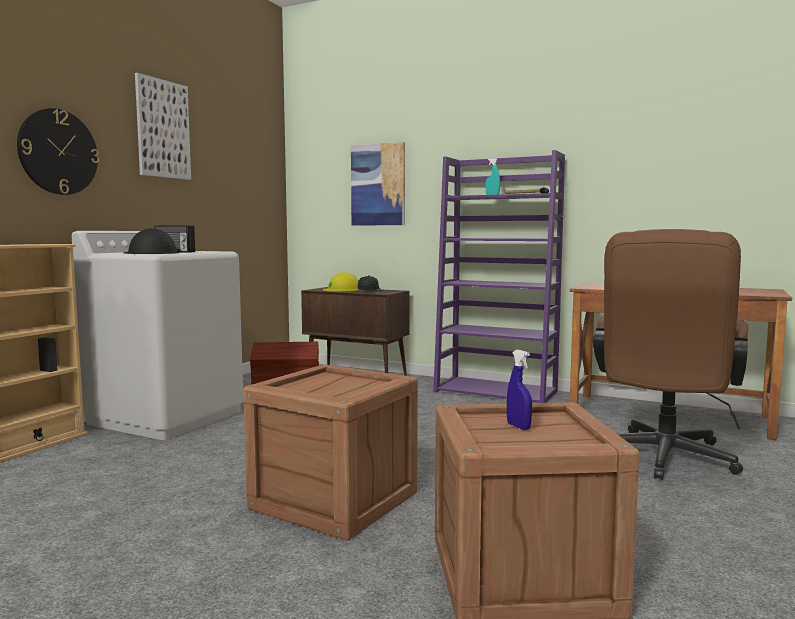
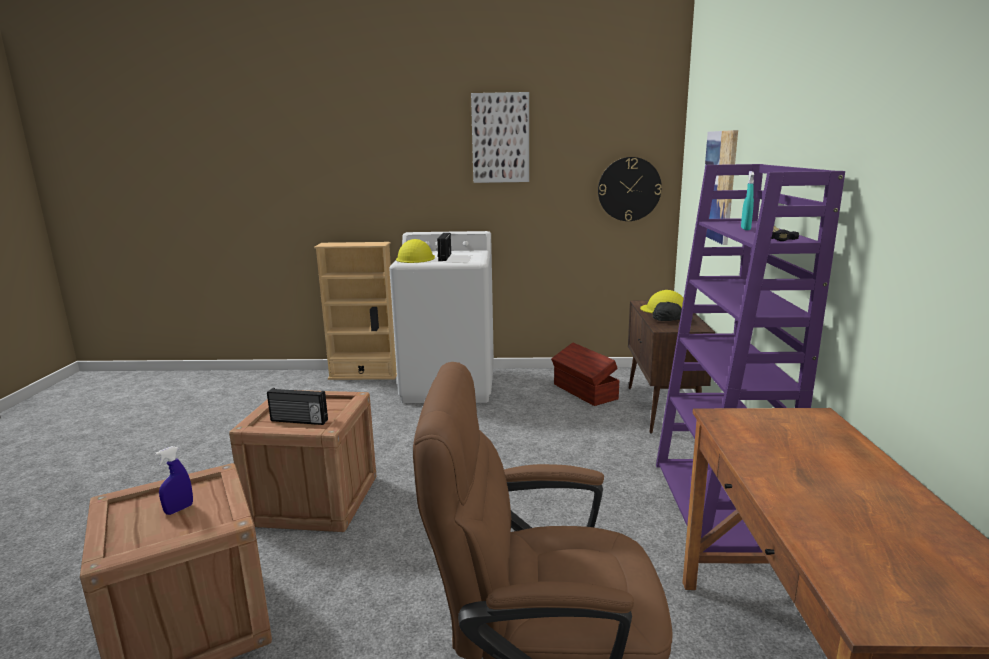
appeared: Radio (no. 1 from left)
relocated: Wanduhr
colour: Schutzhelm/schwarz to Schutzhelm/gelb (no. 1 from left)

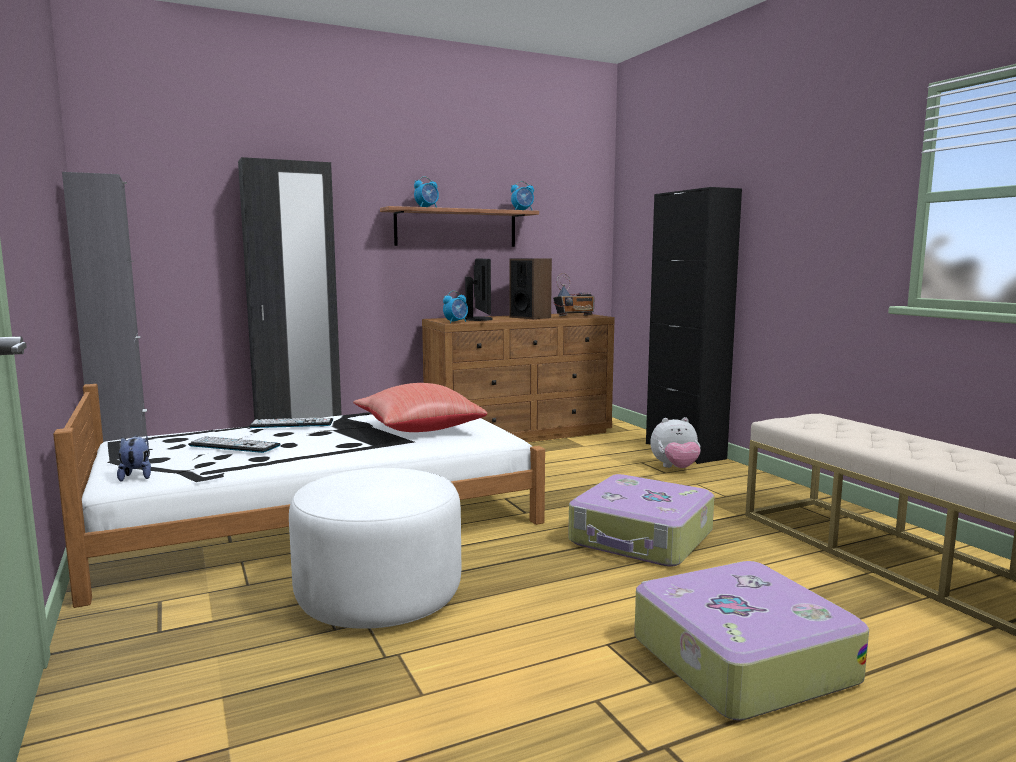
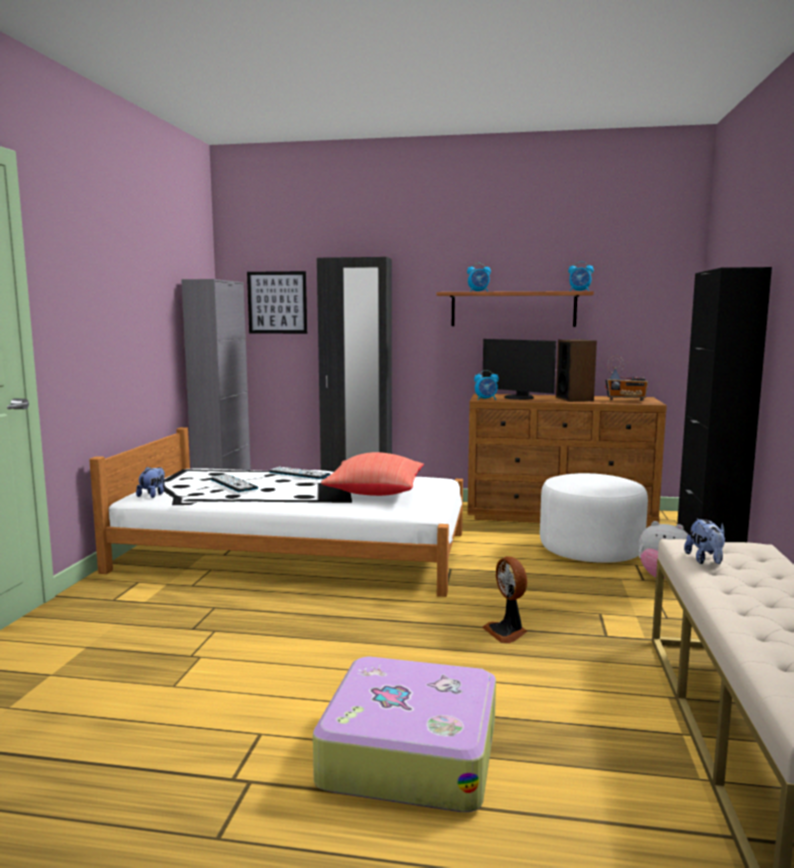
appeared: Bild; Plüschtier (no. 3 from left)
relocated: Polsterhocker/weiß
exchanged: Koffer (no. 1 from left) to Ventilator
spun: Monitor 105 degrees clockwise

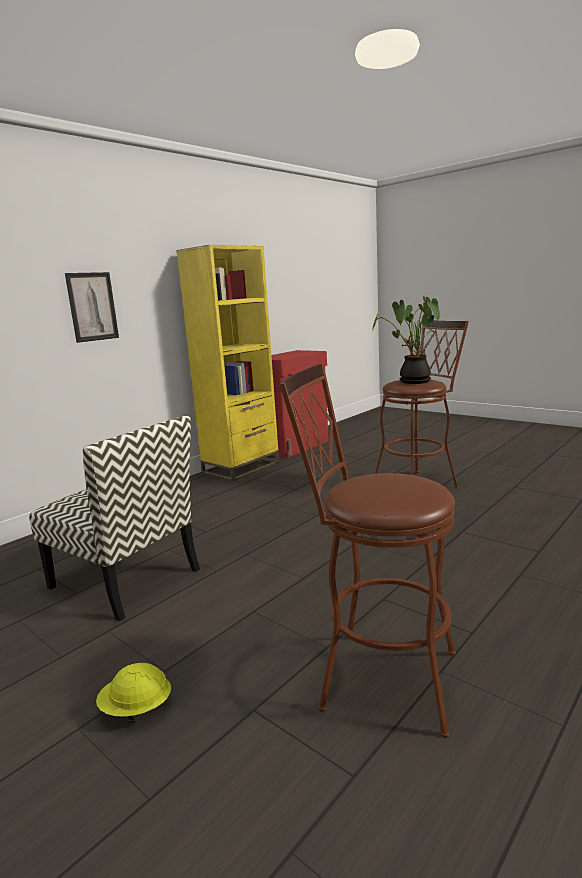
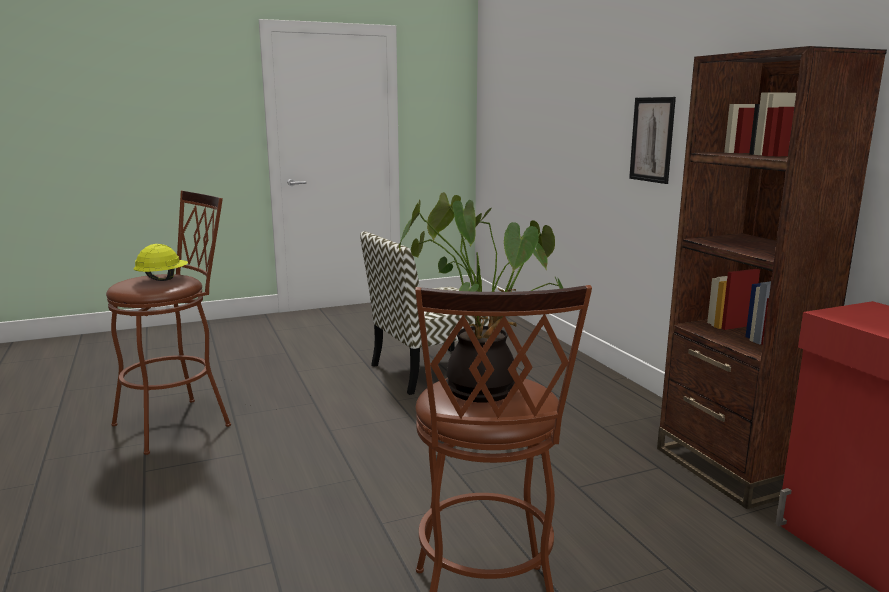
relocated: Schutzhelm/gelb
colour: Bücherregal/gelb to Bücherregal/braun

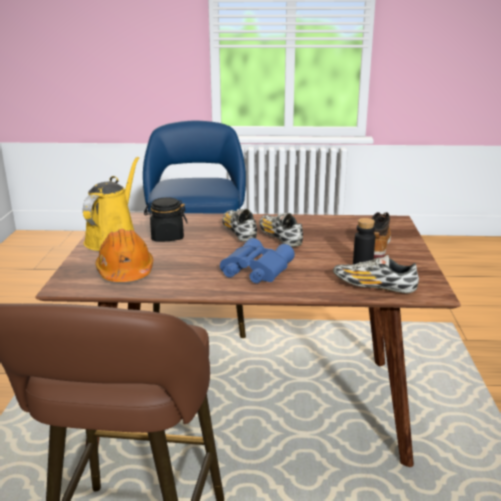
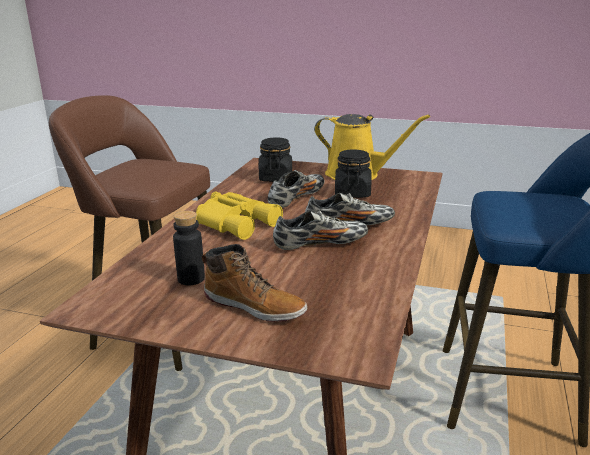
relocated: Schuh (no. 3 from left in the first image) to Schuh (no. 1 from left)
exchanged: Schutzhelm/orange to Vorratsglas/schwarz (no. 1 from left)
colour: Fernglas/blau to Fernglas/gelb

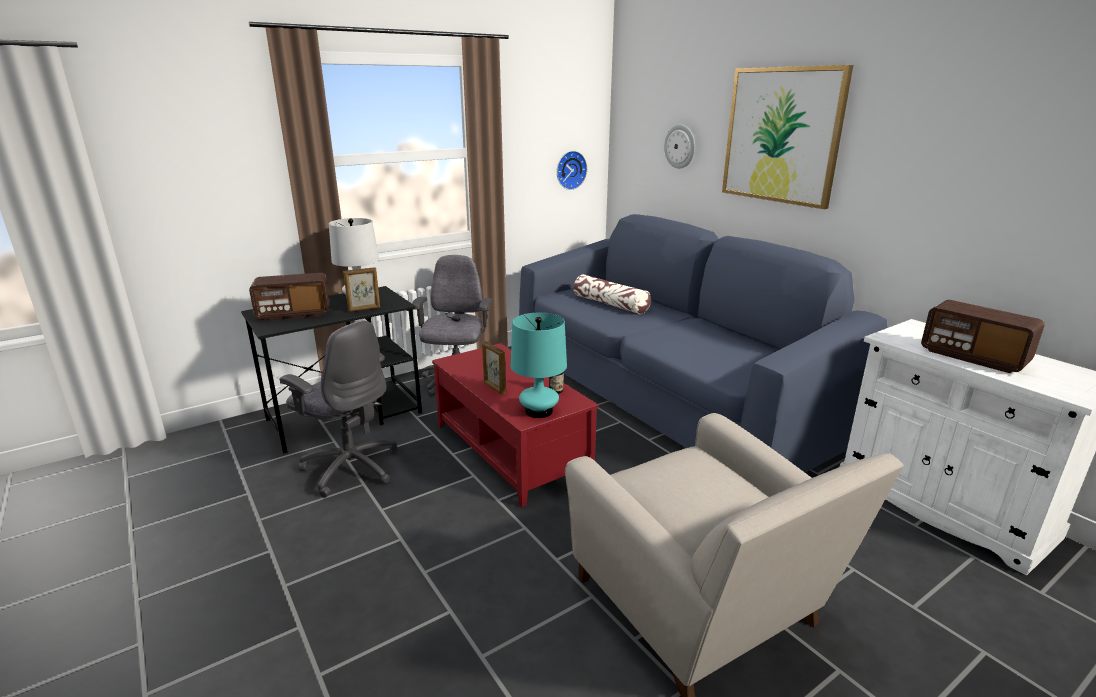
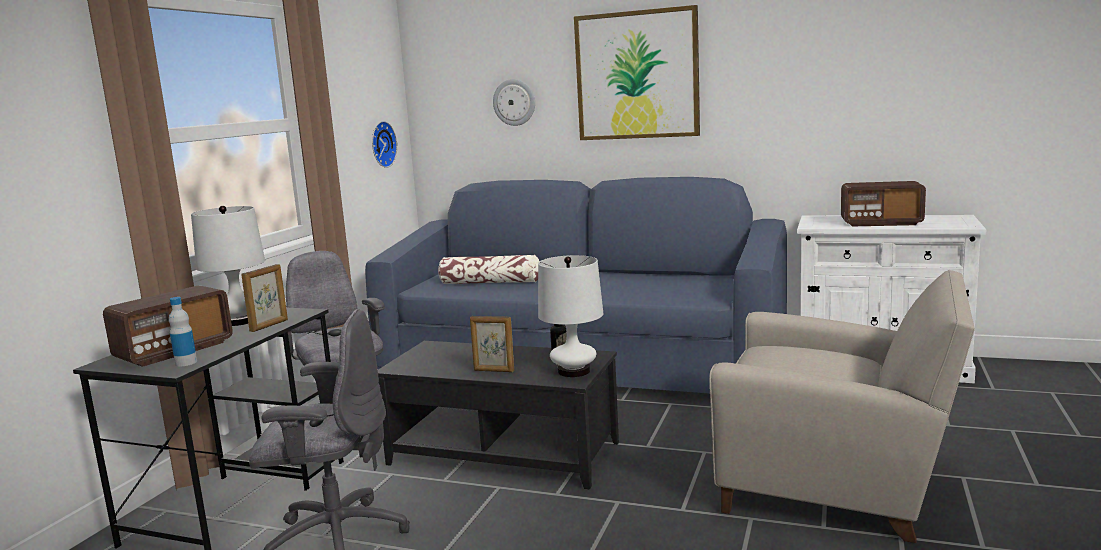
appeared: Flasche (no. 1 from left)
colour: Tischlampe/türkis to Tischlampe/weiß (no. 2 from left); Couchtisch/rot to Couchtisch/schwarz

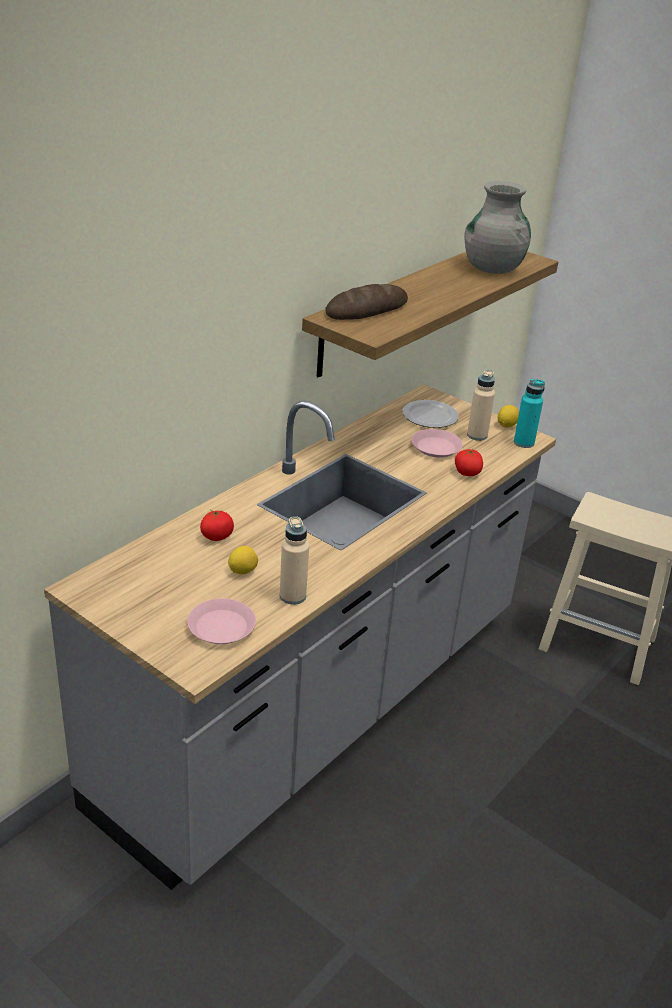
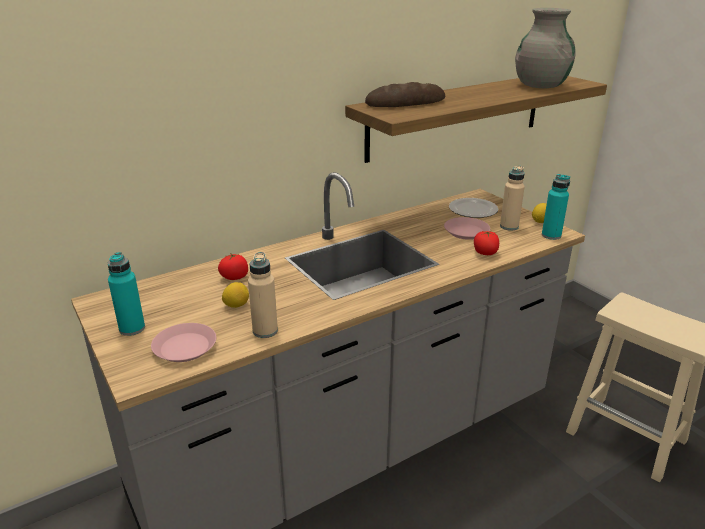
appeared: Flasche/türkis (no. 1 from left)

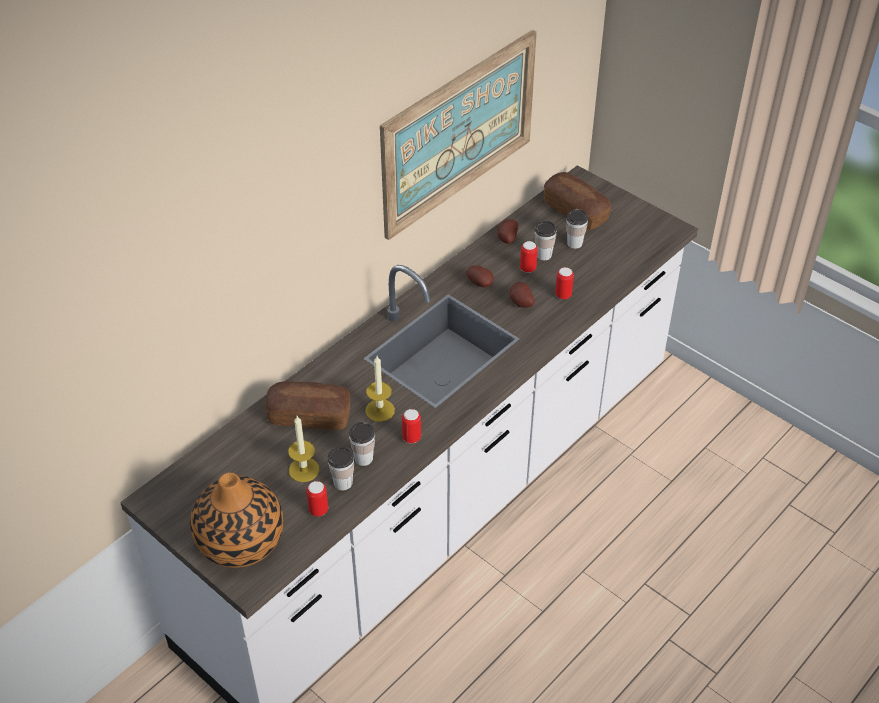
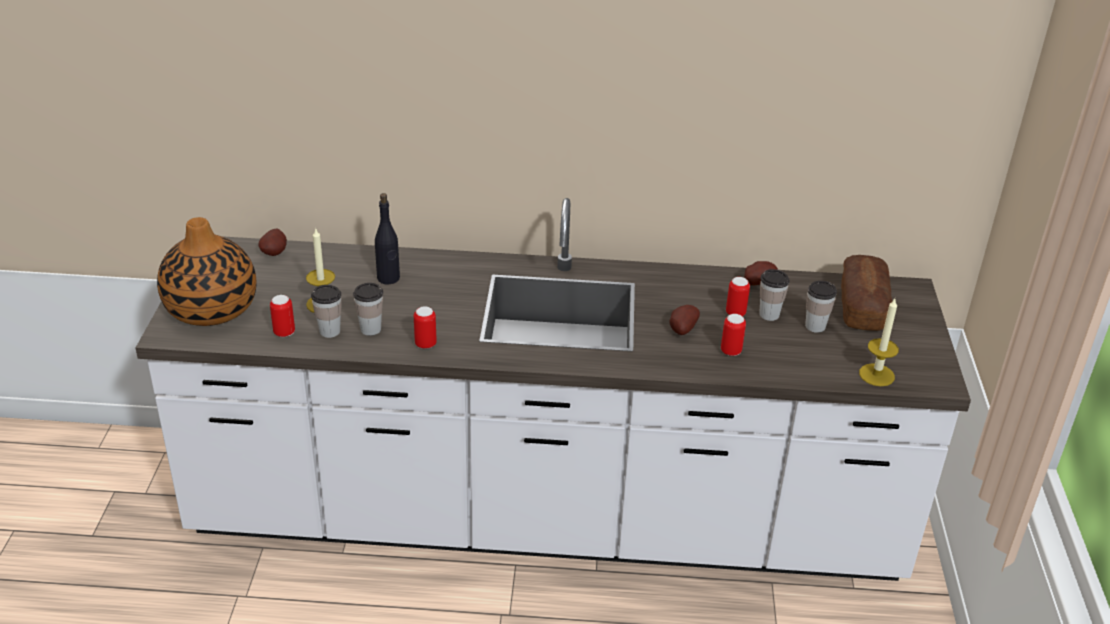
missing: Bild
relocated: Kartoffel (no. 1 from left); Kerze (no. 2 from left)
exchanged: Brot (no. 1 from left) to Flasche/schwarz

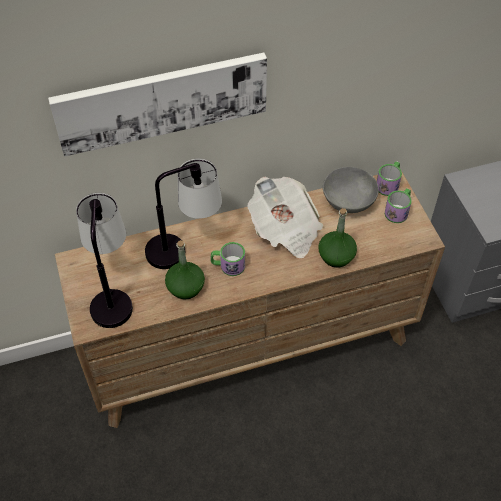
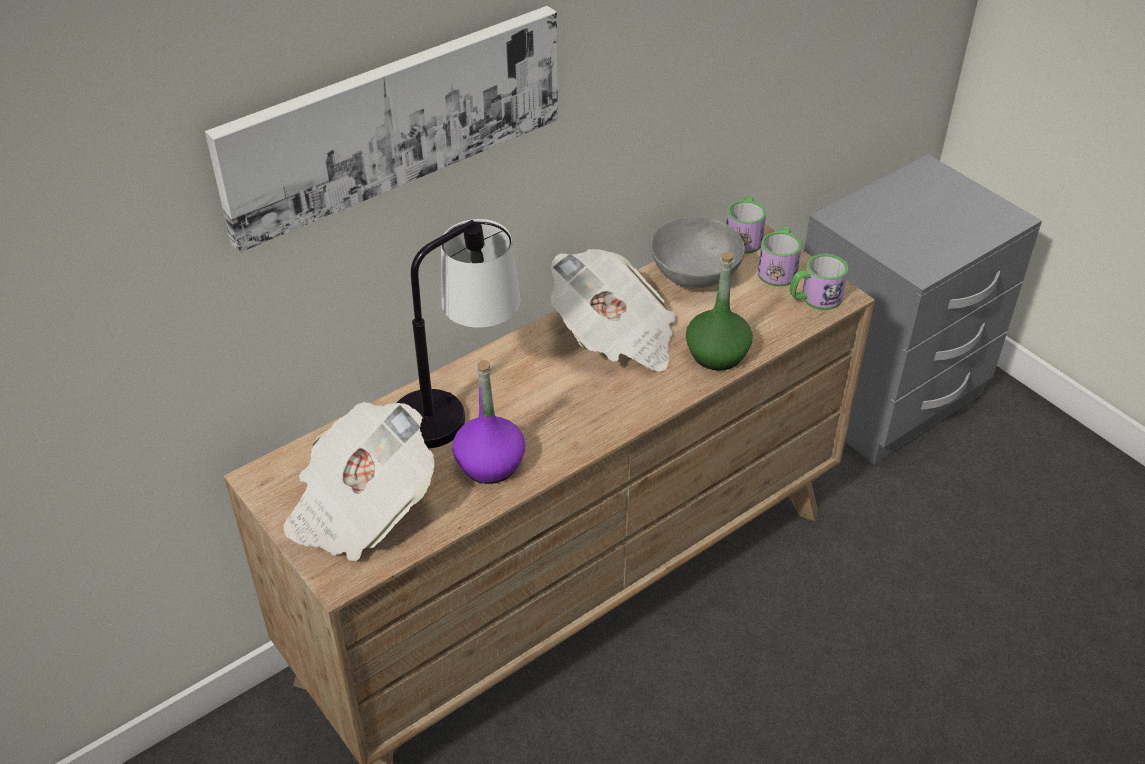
relocated: Henkelbecher (no. 1 from left in the first image) to Henkelbecher (no. 3 from left)
exchanged: Tischlampe (no. 1 from left) to Zeitung (no. 1 from left)
colour: Flasche/grün (no. 1 from left) to Flasche/lila

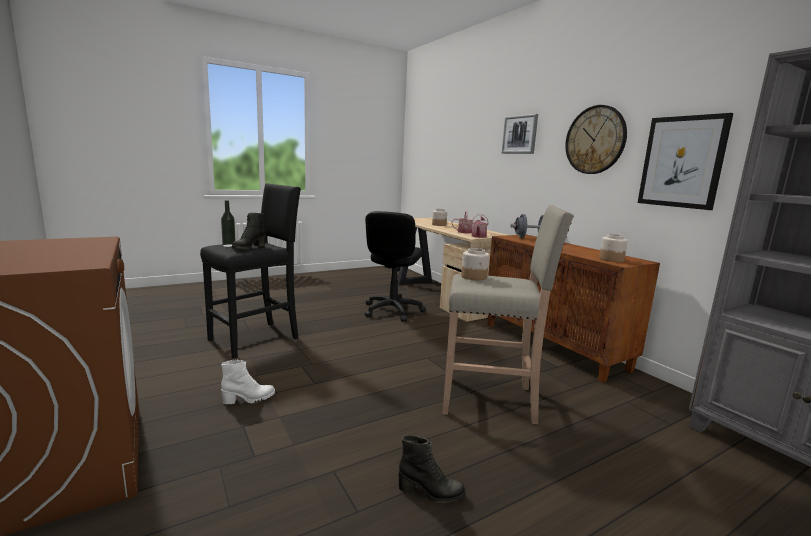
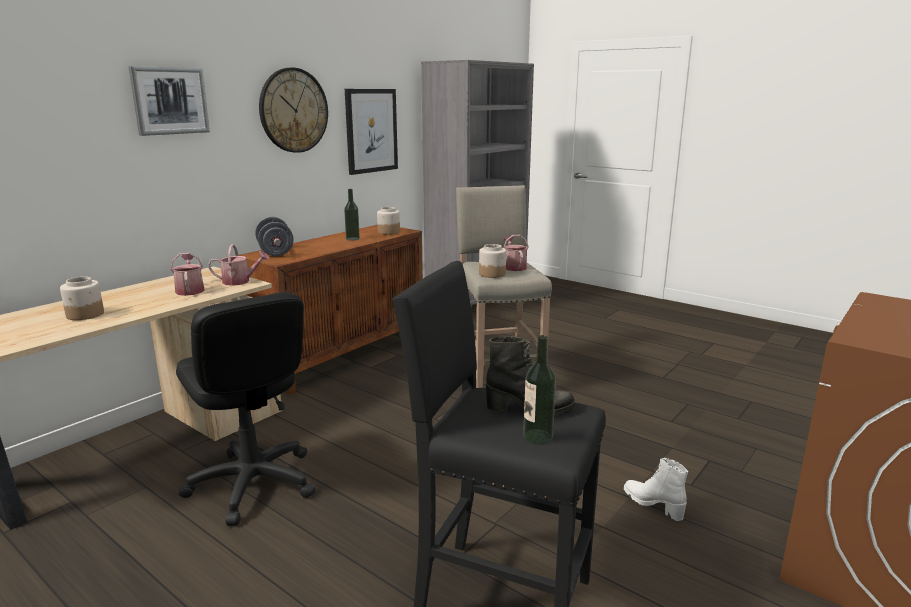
missing: Stiefel/schwarz (no. 2 from left)
appeared: Flasche (no. 1 from left); Gießkanne (no. 3 from left)
spun: Bürostuhl/schwarz 60 degrees clockwise

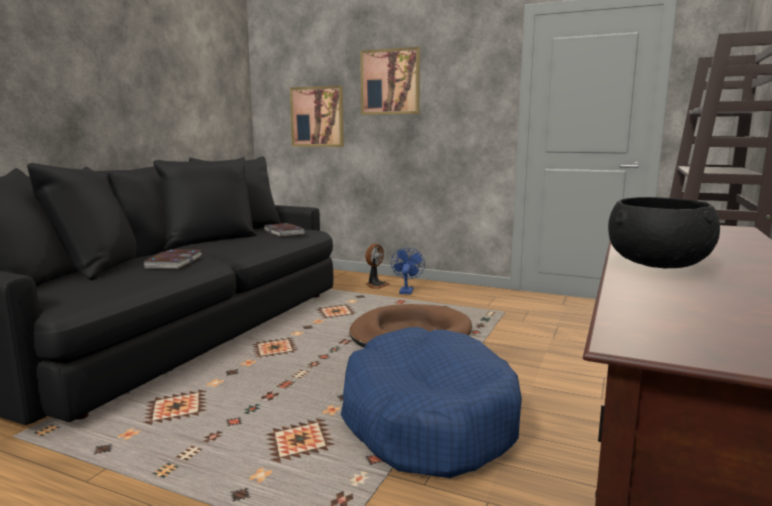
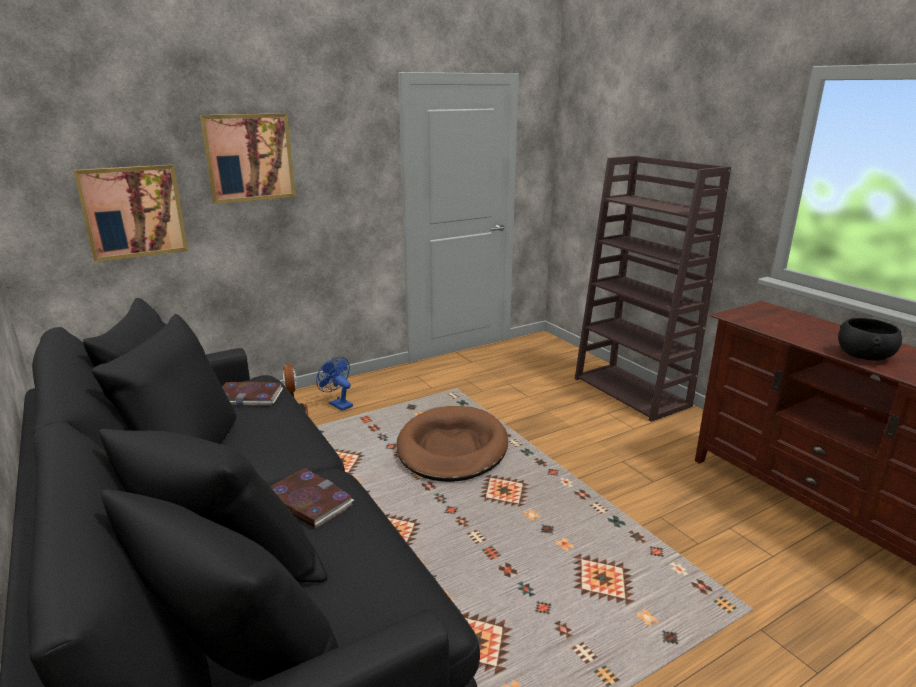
missing: Hundebett/blau

